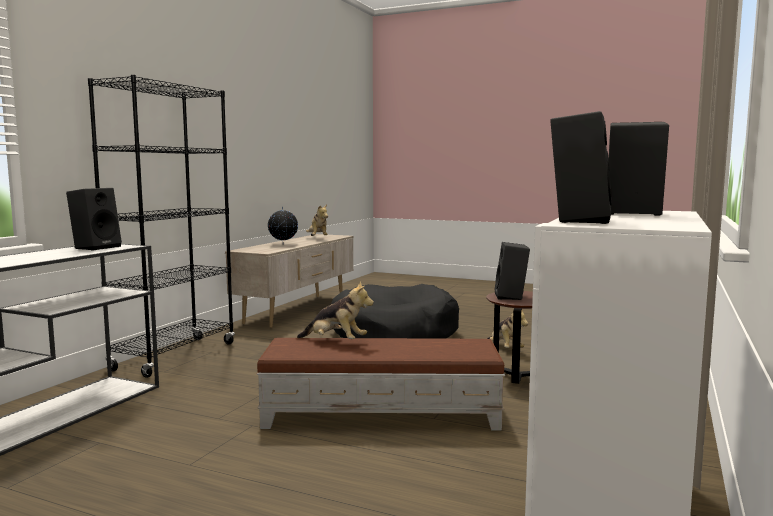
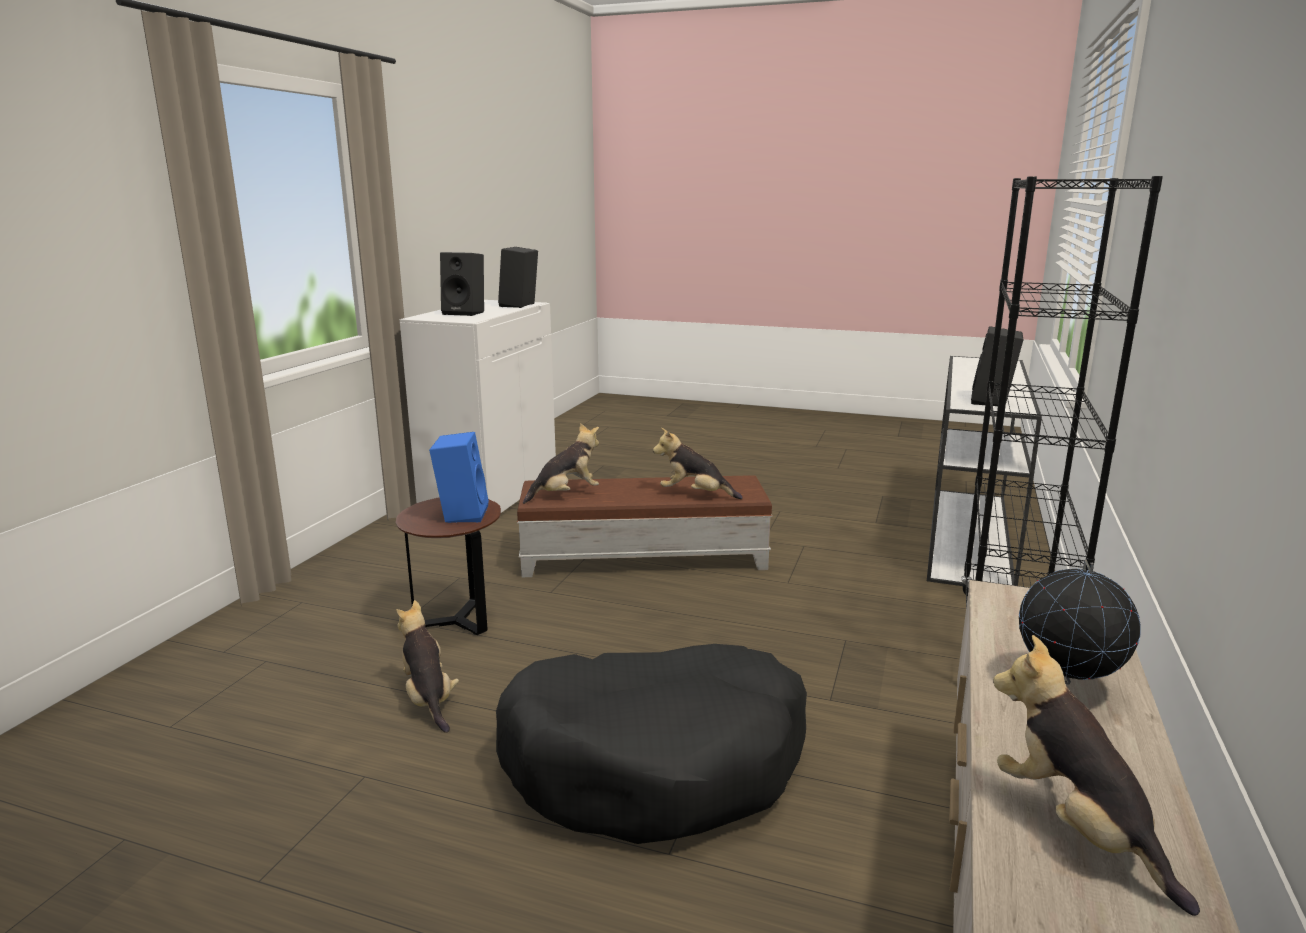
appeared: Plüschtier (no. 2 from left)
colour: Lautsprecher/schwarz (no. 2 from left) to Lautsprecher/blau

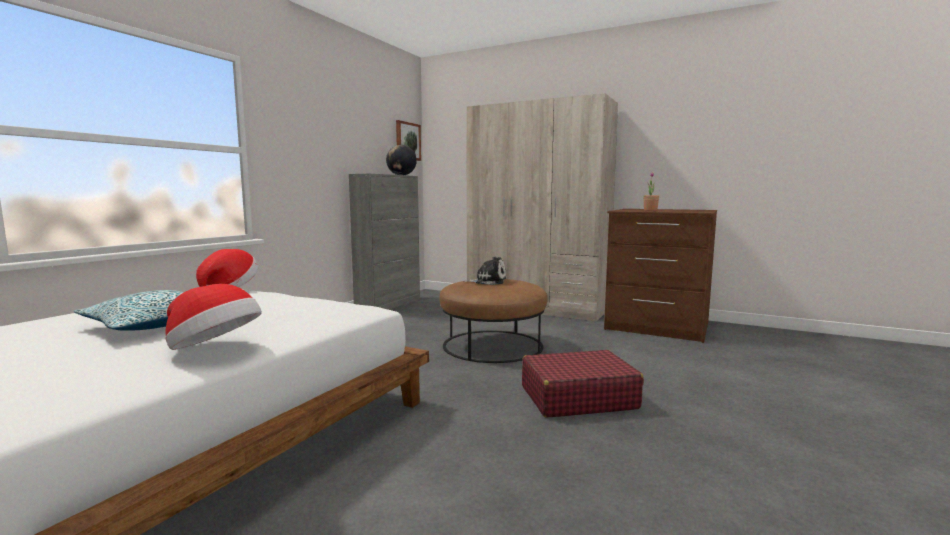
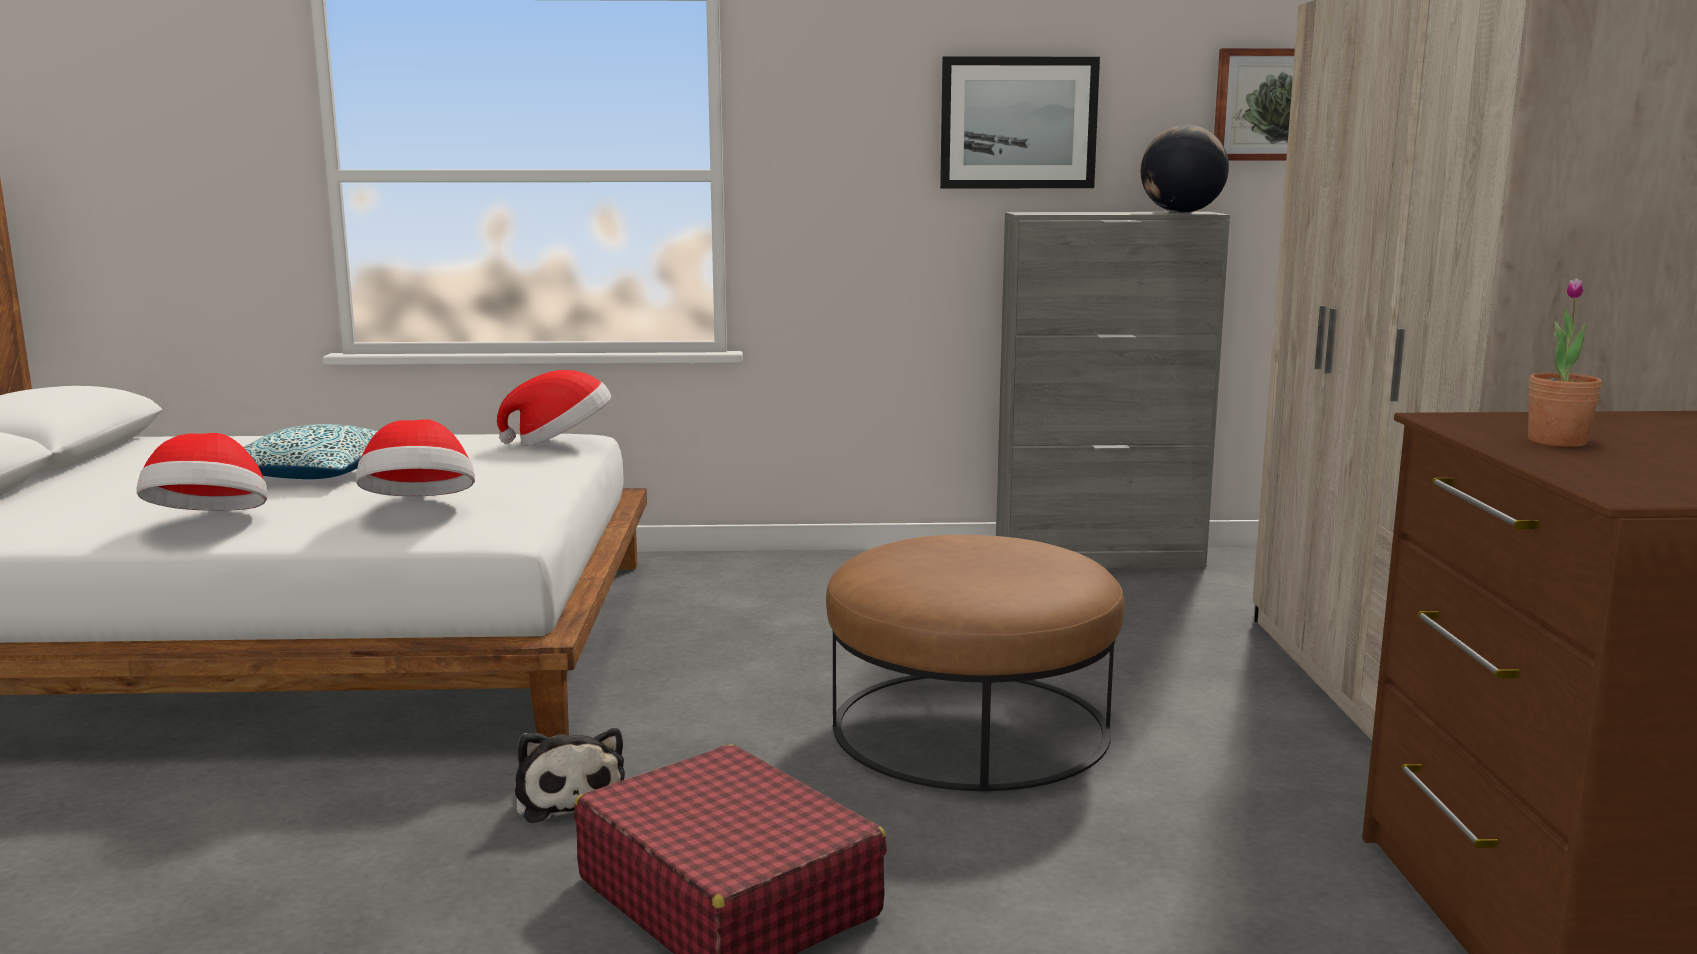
appeared: Bild (no. 1 from left); Hut (no. 2 from left)
relocated: Plüschtier

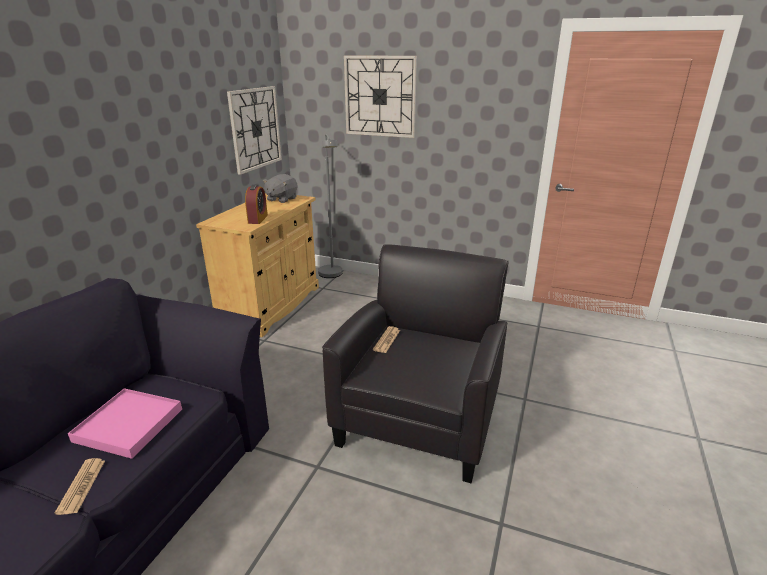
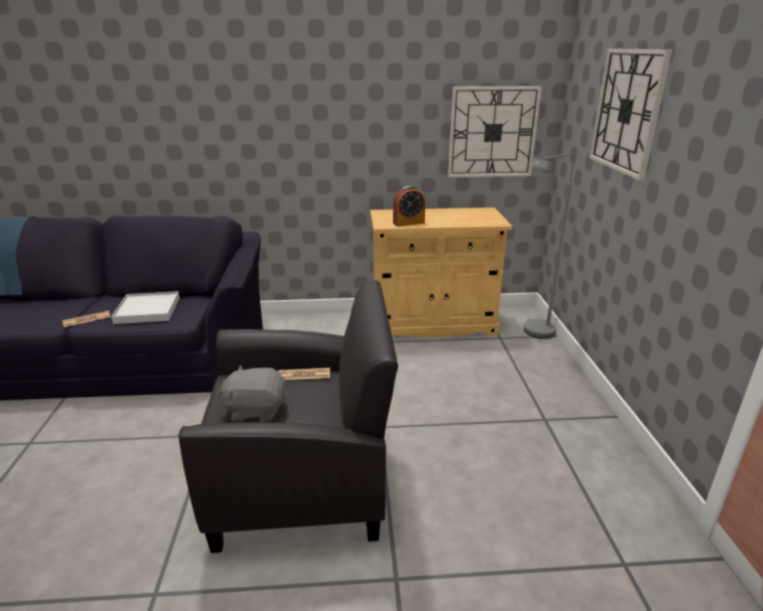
relocated: Plüschtier/grau
colour: Tablett/rosa to Tablett/weiß

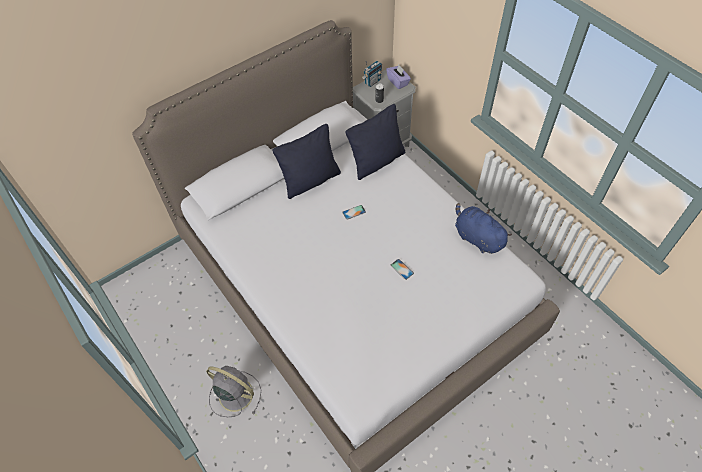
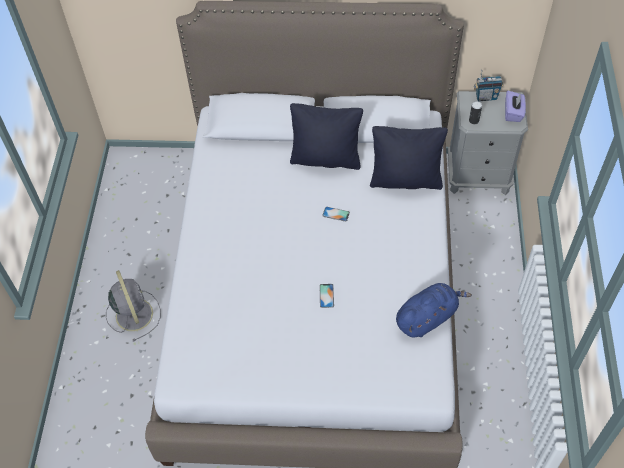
spun: Plüschtier/blau 60 degrees clockwise

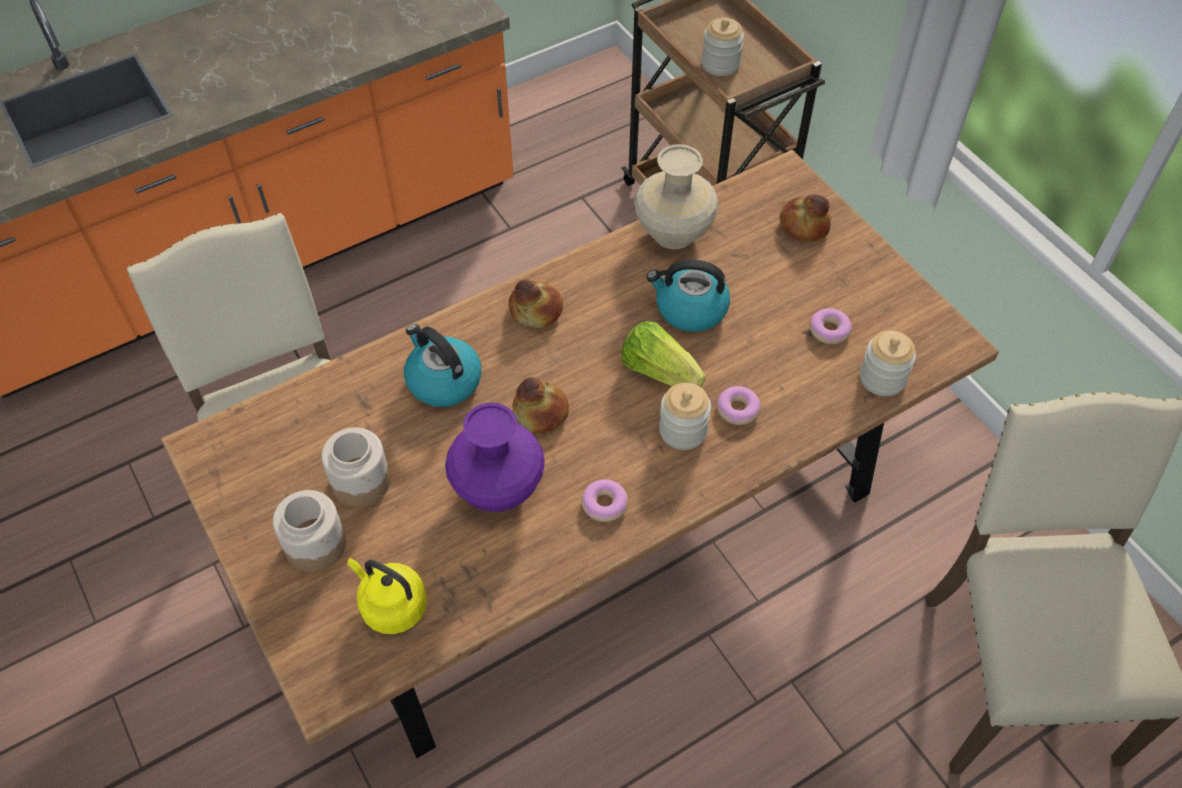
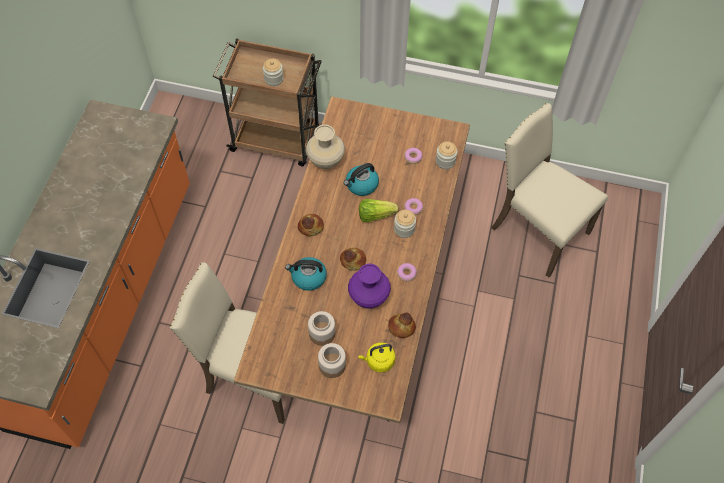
relocated: Brot (no. 3 from left)

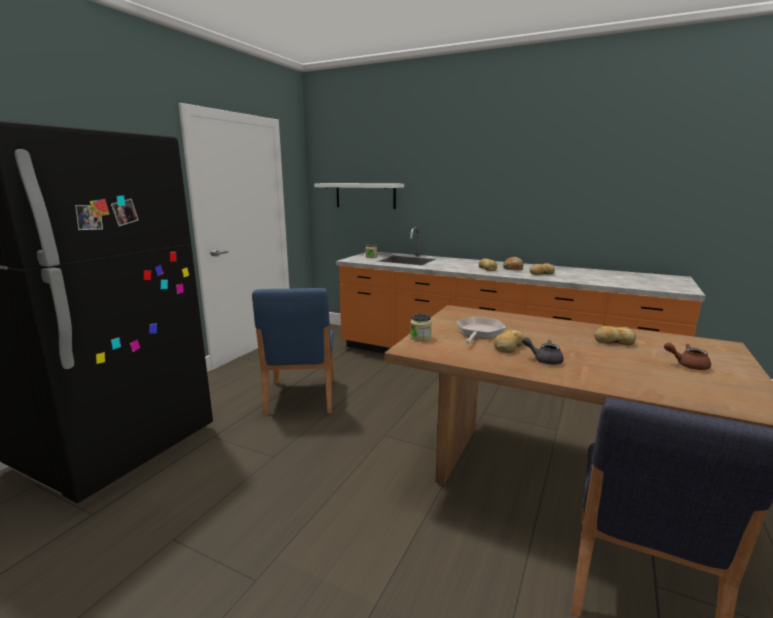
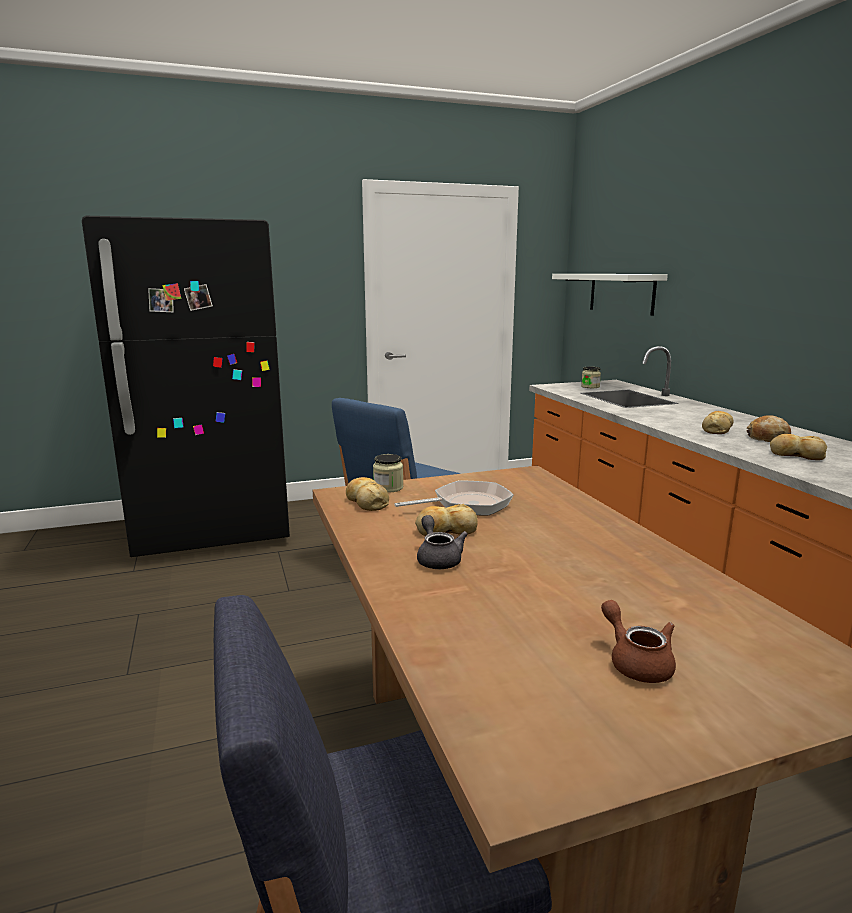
relocated: Brot (no. 5 from left in the first image) to Brot (no. 1 from left)

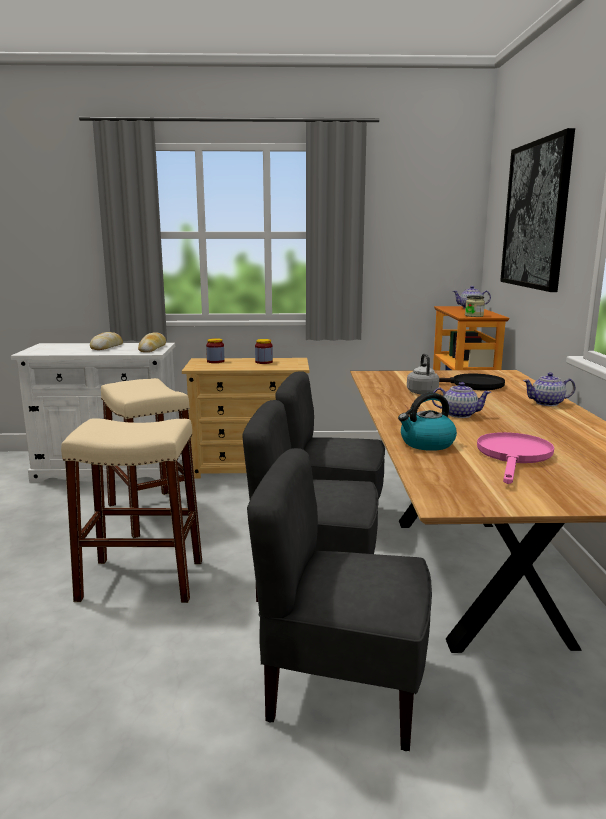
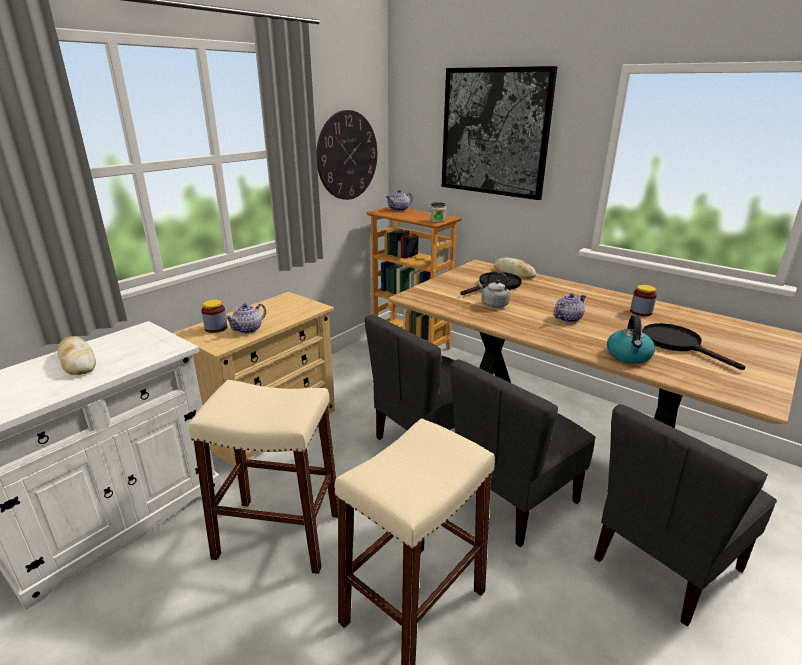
appeared: Wanduhr
relocated: Brot (no. 2 from left); Vorratsglas (no. 2 from left in the first image) to Vorratsglas (no. 3 from left); Teekanne (no. 3 from left in the first image) to Teekanne (no. 1 from left)
colour: Pfanne/rosa to Pfanne/schwarz (no. 2 from left)

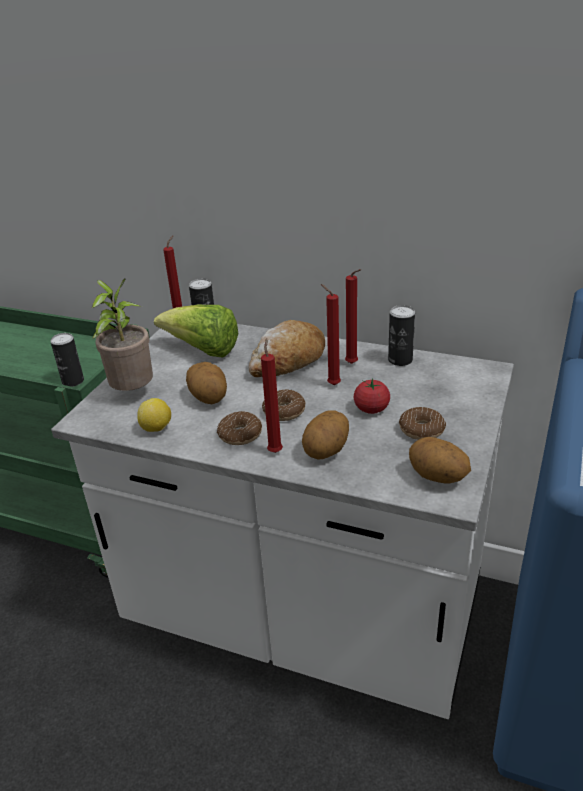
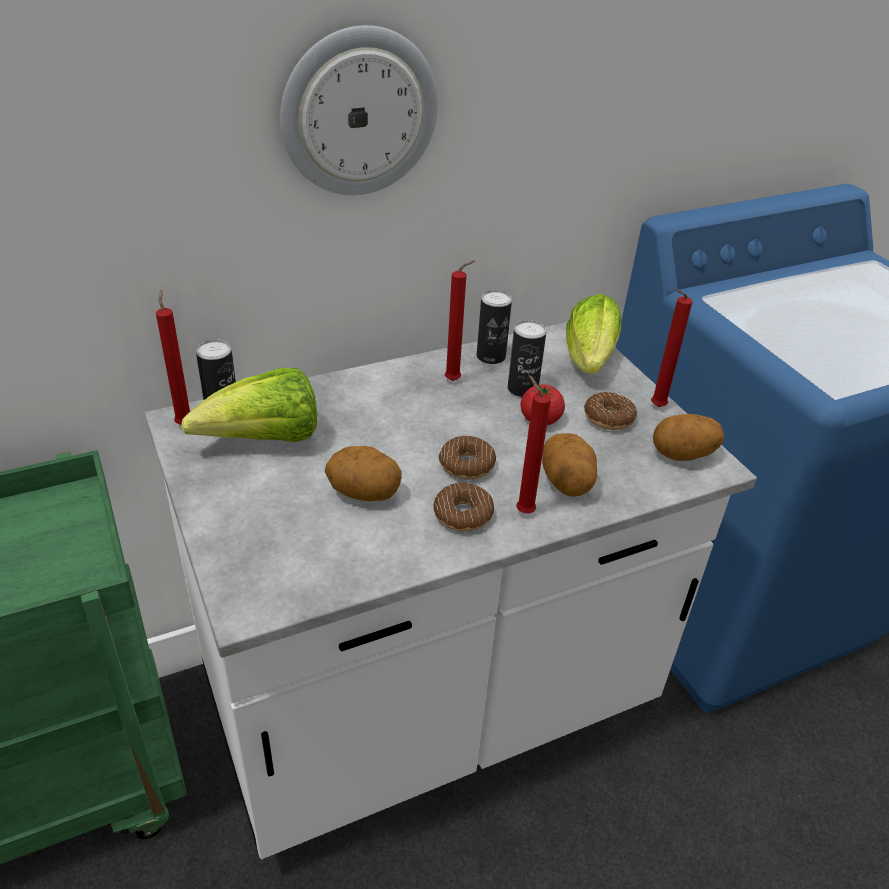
missing: Topfpflanze; Brot; Zitrone
appeared: Wanduhr; Salatkopf (no. 2 from left)
relocated: Kerze/rot (no. 3 from left in the first image) to Kerze/rot (no. 4 from left); Dose (no. 1 from left in the first image) to Dose (no. 3 from left)

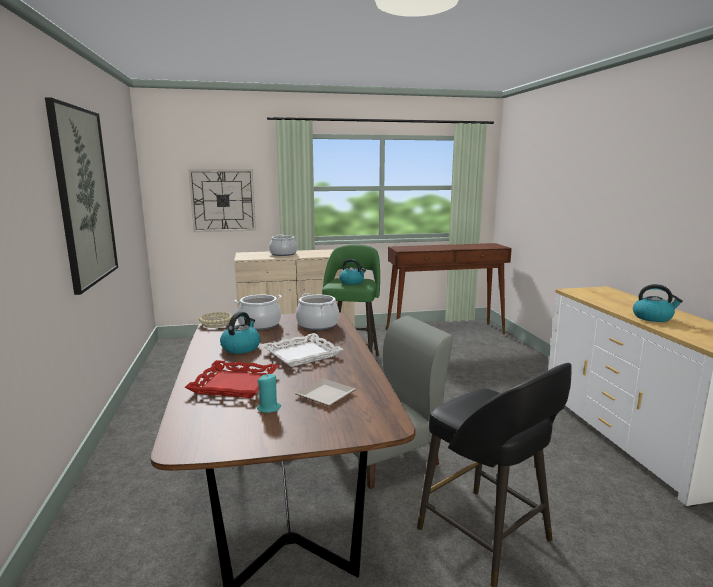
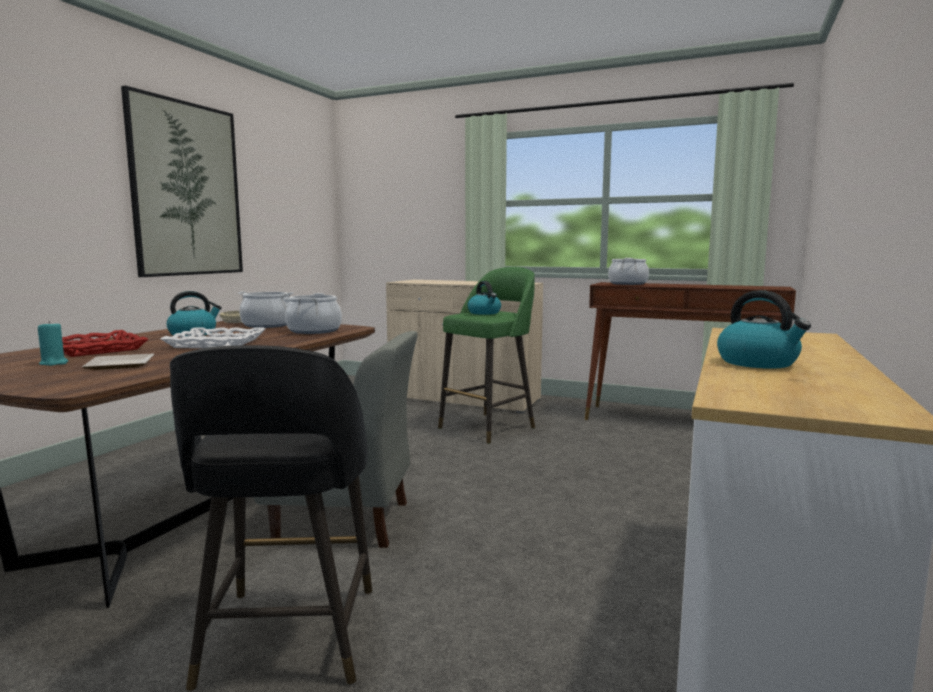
missing: Wanduhr
relocated: Kochtopf (no. 2 from left in the first image) to Kochtopf (no. 3 from left)

